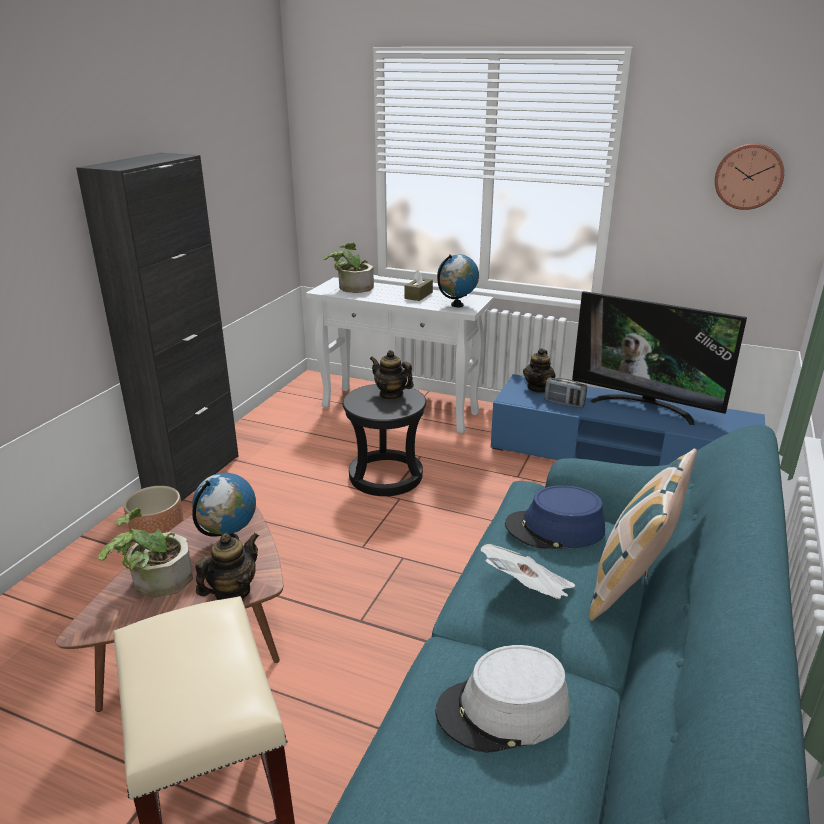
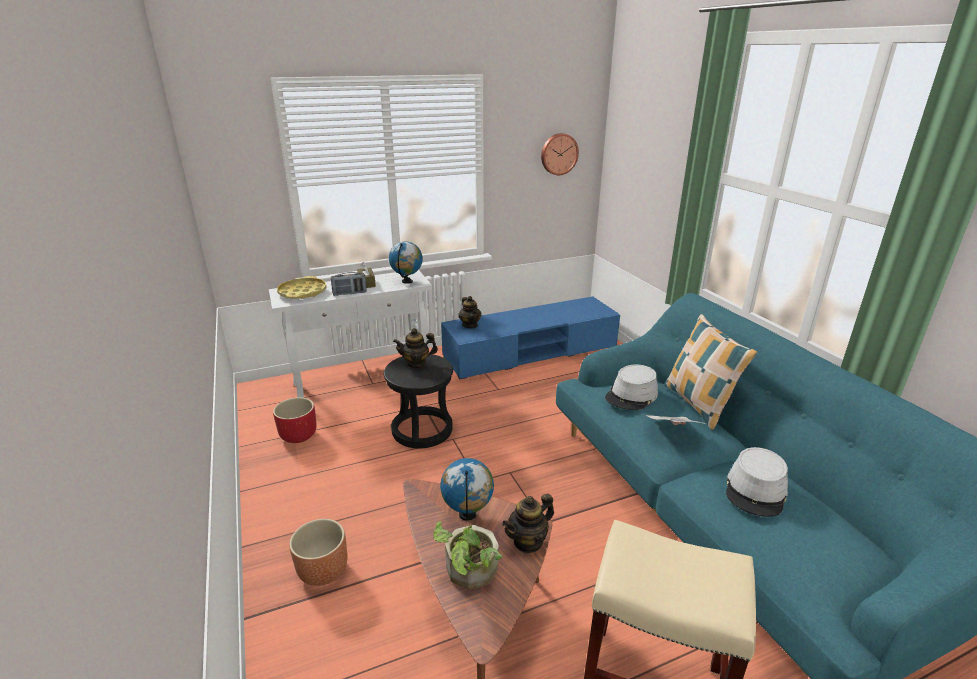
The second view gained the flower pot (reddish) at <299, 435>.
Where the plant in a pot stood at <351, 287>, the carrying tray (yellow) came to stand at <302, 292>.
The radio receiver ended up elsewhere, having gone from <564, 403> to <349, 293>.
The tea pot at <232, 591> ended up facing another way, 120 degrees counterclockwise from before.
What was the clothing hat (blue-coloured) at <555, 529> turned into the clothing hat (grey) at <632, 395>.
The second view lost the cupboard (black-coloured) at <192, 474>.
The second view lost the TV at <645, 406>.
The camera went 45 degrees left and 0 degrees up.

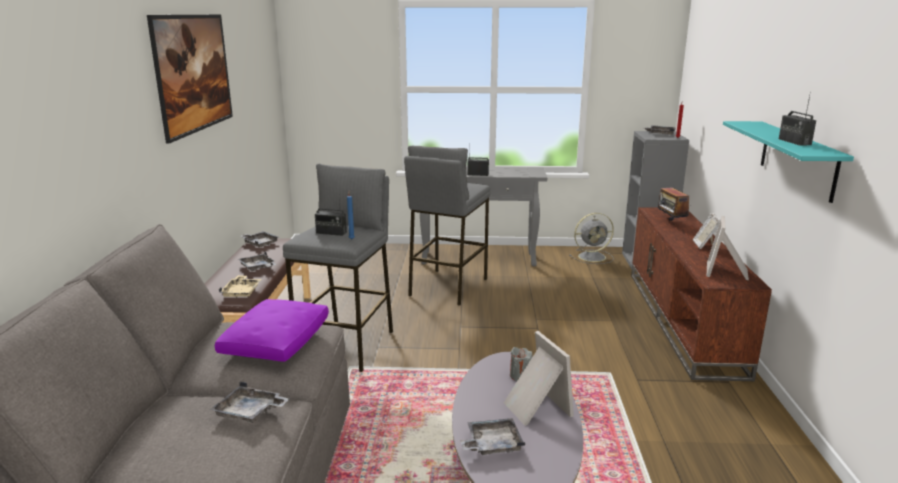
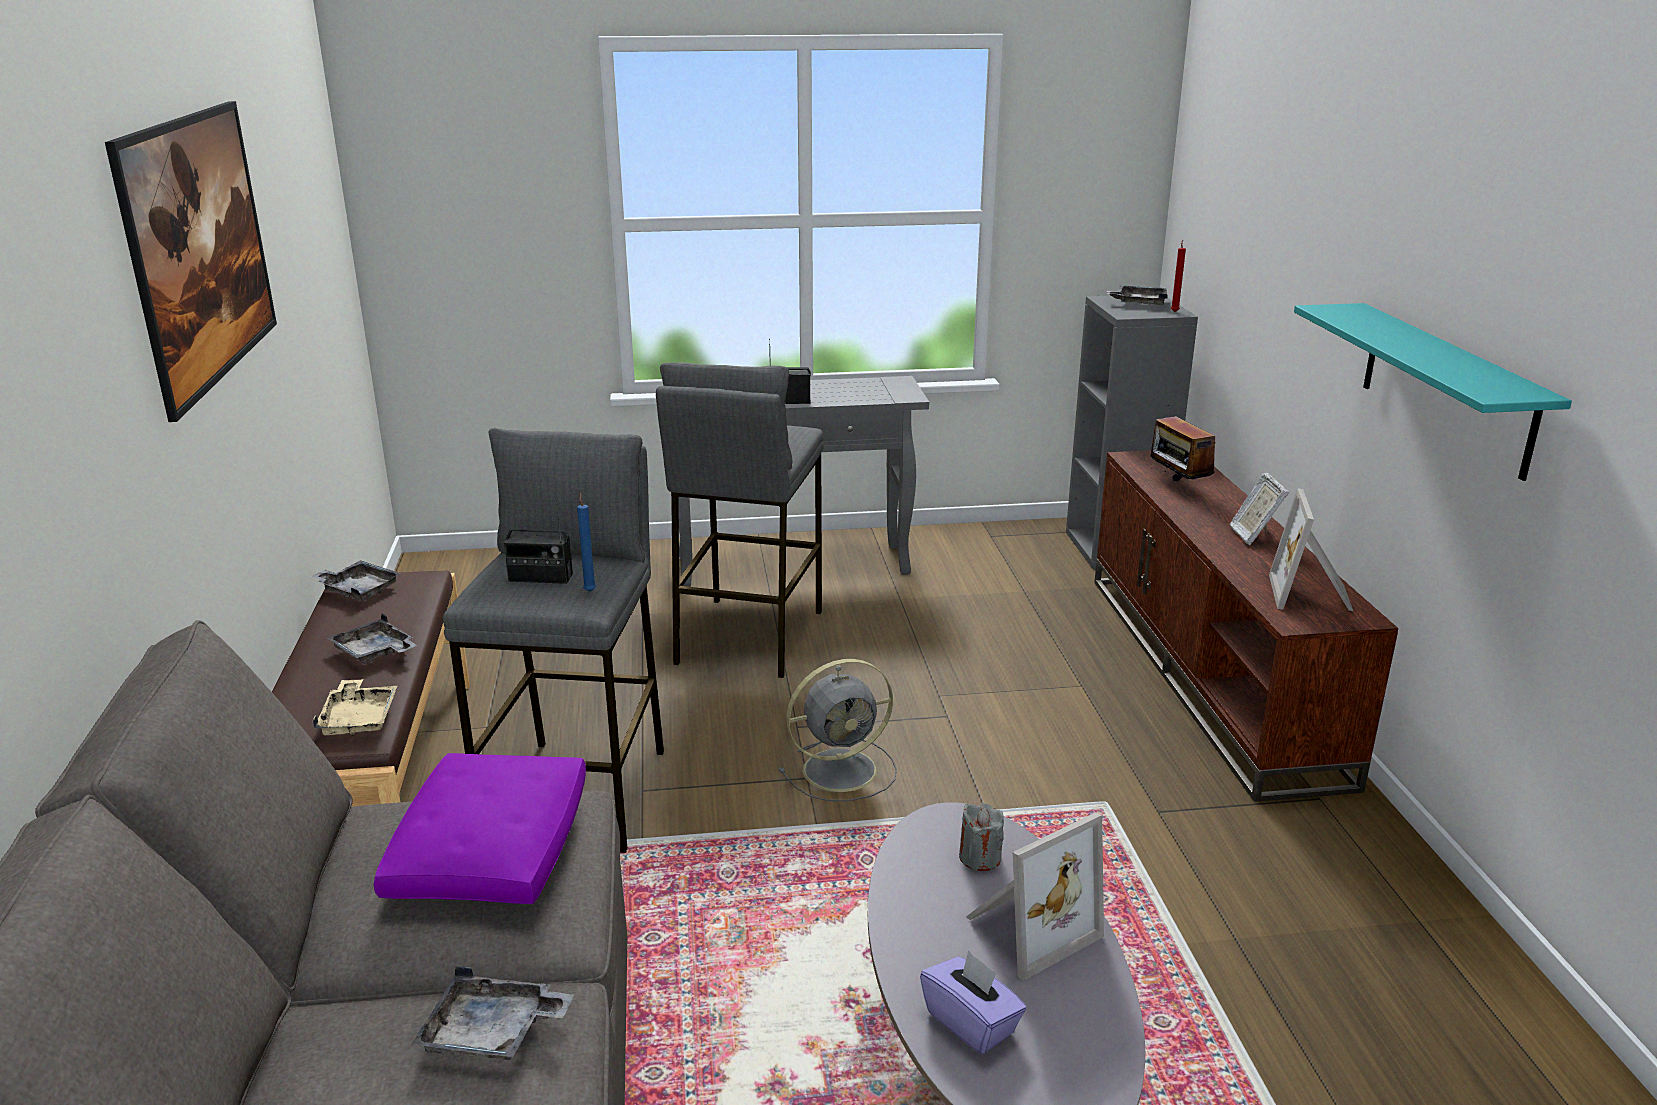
The fan (grey) ended up elsewhere, having gone from <593, 257> to <843, 769>.
Where the carrying tray (grey) stood at <492, 444>, the tissue box (purple-coloured) came to stand at <971, 1022>.
The photo frame at <535, 407> ended up facing another way, 90 degrees clockwise from before.
The second view lost the radio receiver at <794, 142>.
The camera went 10 degrees left and 5 degrees up.

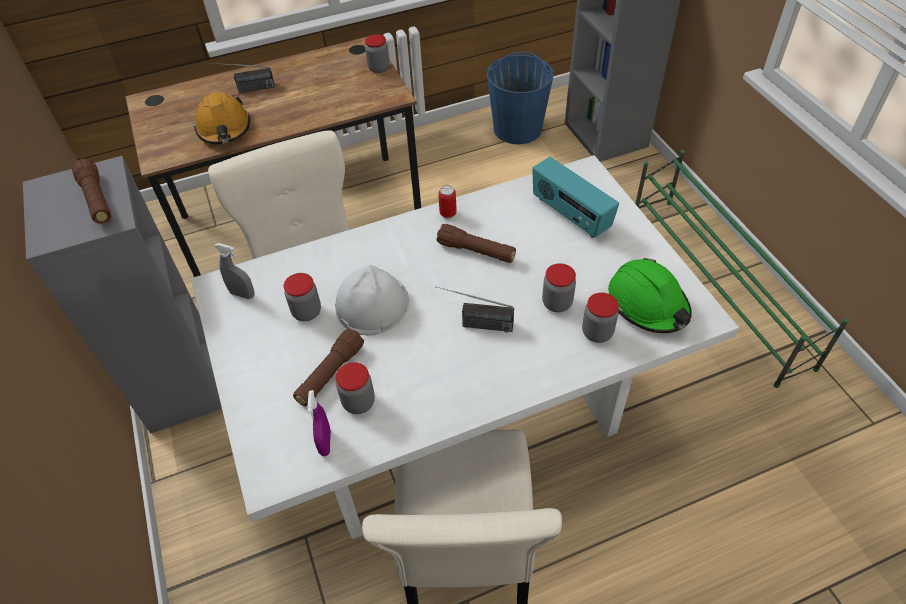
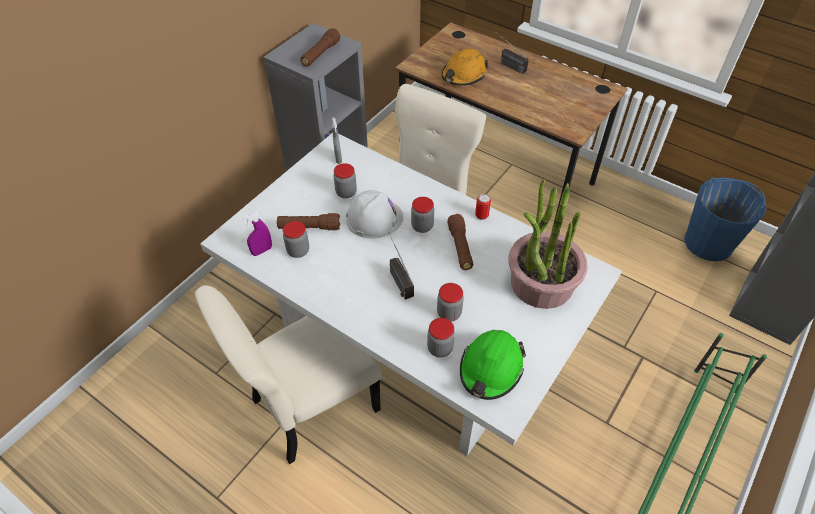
The storage jar ended up elsewhere, having gone from <379, 68> to <422, 226>.
Where the radio receiver stood at <570, 215>, the plant in a pot came to stand at <541, 283>.
The camera went 55 degrees right and 0 degrees up.

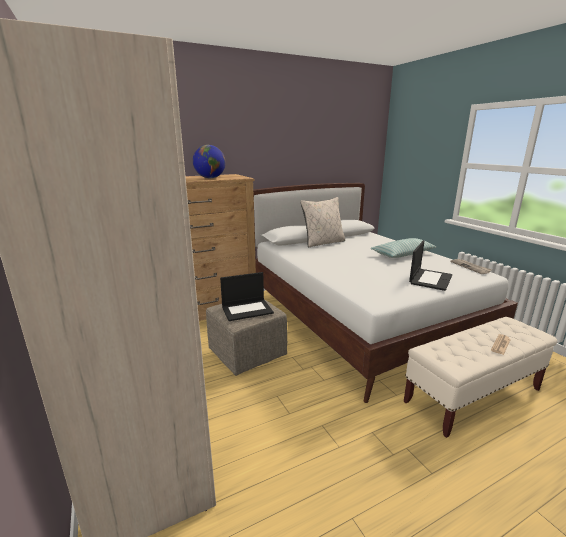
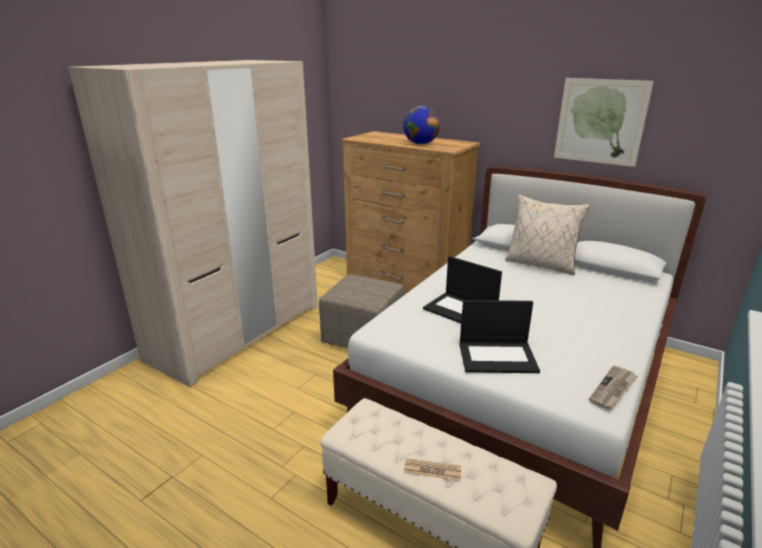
The notebook computer ended up elsewhere, having gone from <247, 310> to <461, 310>.
The second view gained the wall art at <600, 121>.
The second view lost the pillow at <403, 254>.
The camera went 60 degrees right and 5 degrees up.

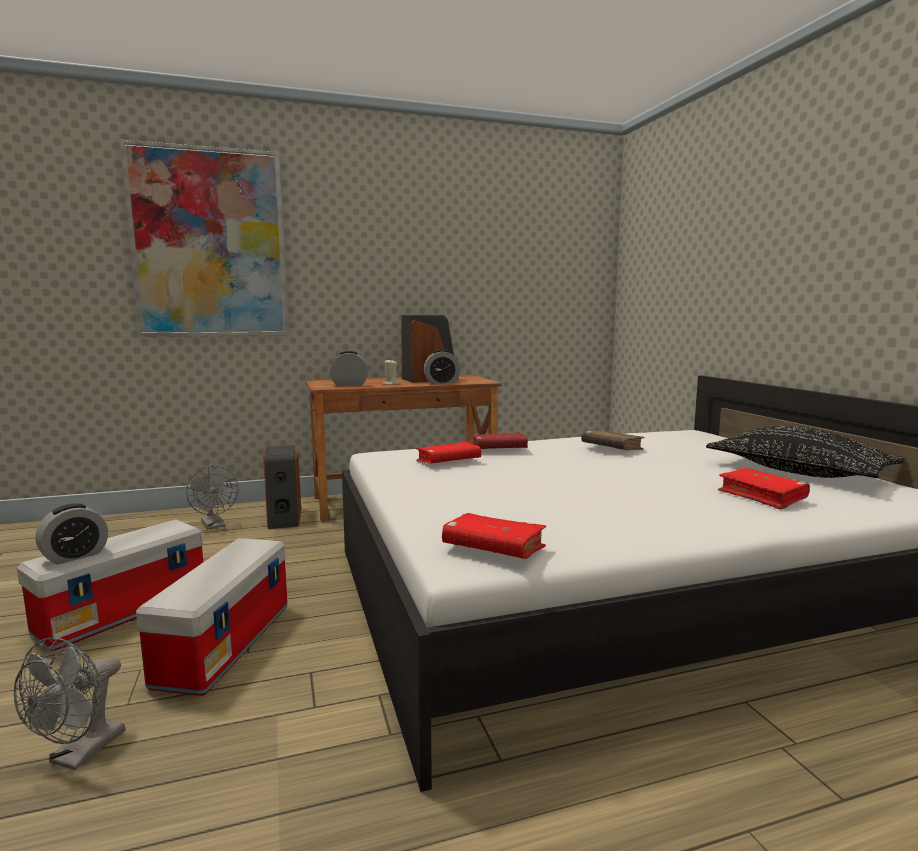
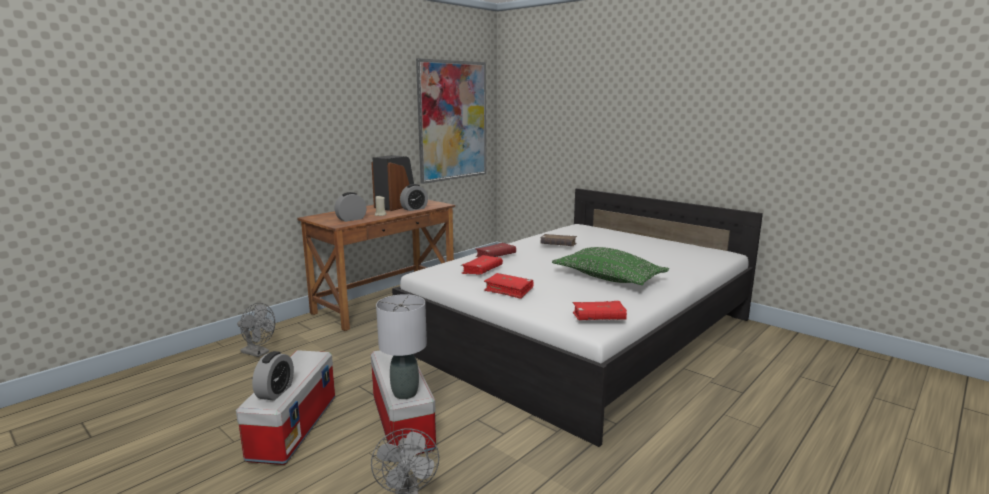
The second view gained the lamp for a table (grey) at <405, 393>.
The wall art ended up elsewhere, having gone from <210, 244> to <453, 121>.
The book (reddish) ended up elsewhere, having gone from <762, 496> to <509, 290>.
The second view gained the pillow (greenish) at <608, 278>.
The second view lost the audio speaker at <283, 518>.
The second view lost the pillow (black-coloured) at <798, 472>.
The camera went 30 degrees left and 5 degrees up.

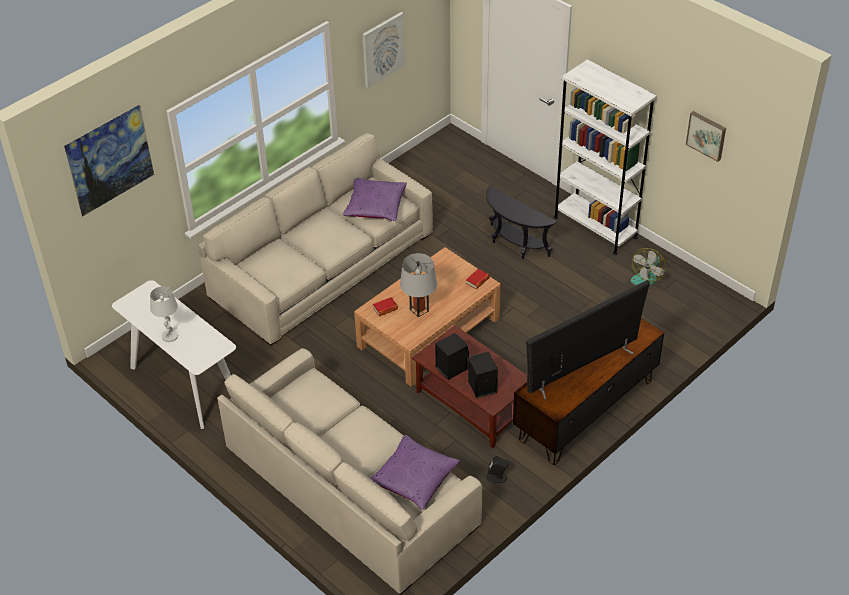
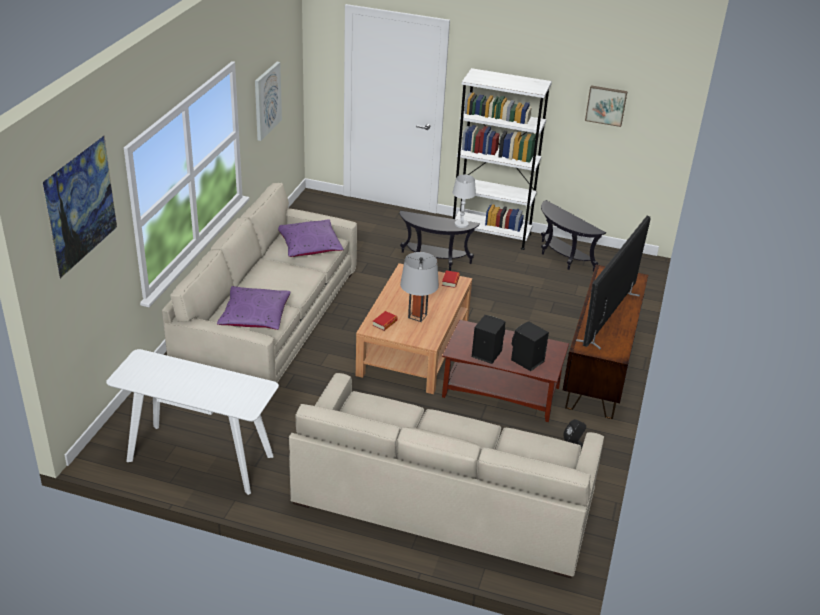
The pillow (purple-coloured) ended up elsewhere, having gone from <414, 479> to <255, 317>.
The lamp for a table (white-coloured) ended up elsewhere, having gone from <170, 336> to <461, 224>.
Where the fan stood at <647, 276>, the side table (black-coloured) came to stand at <562, 258>.
The camera went 30 degrees left and 10 degrees down.

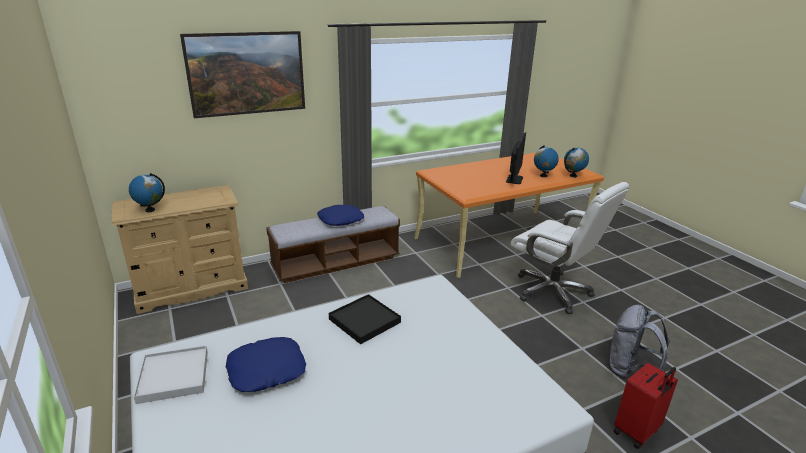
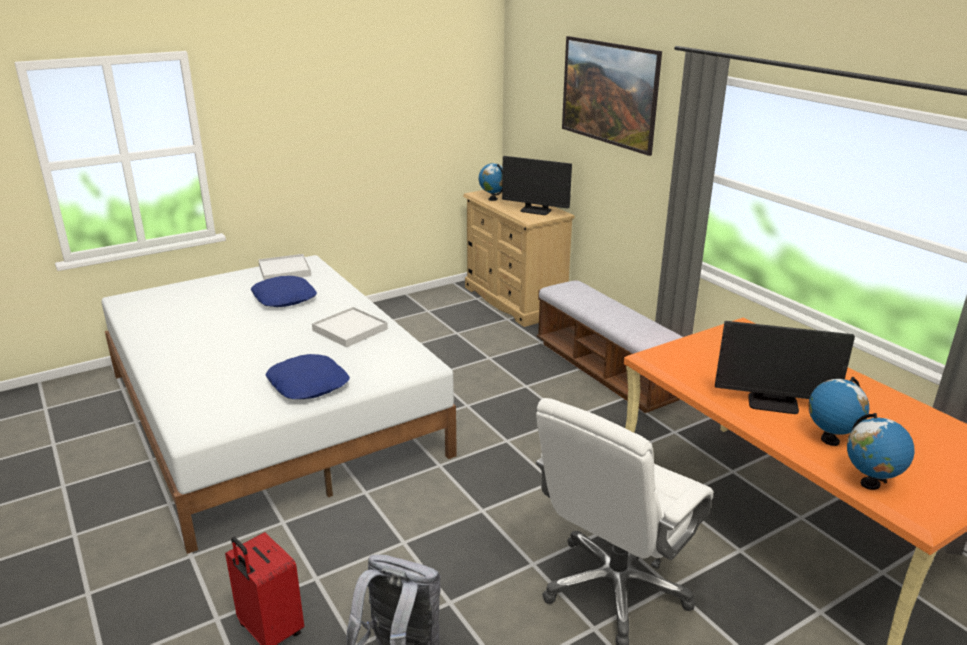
The pillow (blue-coloured) ended up elsewhere, having gone from <340, 219> to <308, 384>.
What was the carrying tray (black-coloured) at <364, 321> turned into the carrying tray (white-coloured) at <350, 330>.
The second view gained the monitor at <536, 210>.
The camera went 85 degrees right and 0 degrees up.

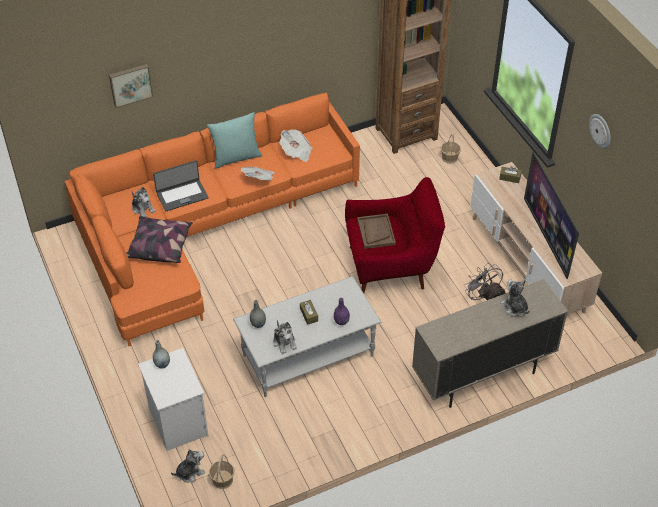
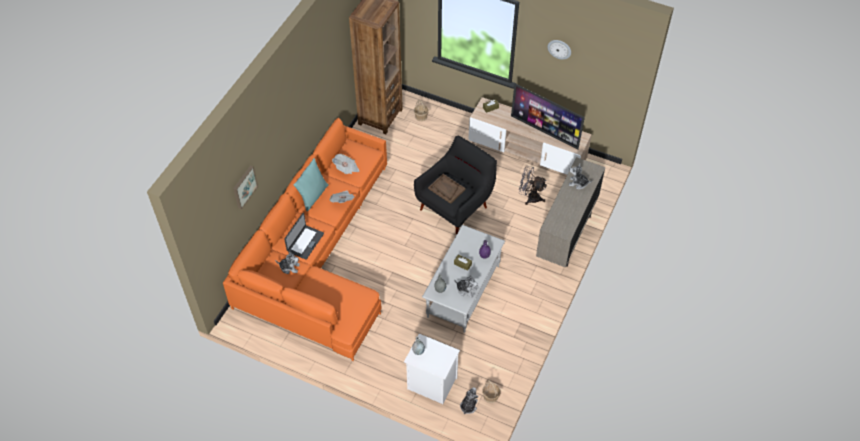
What was the lounge chair (reddish) at <391, 267> turned into the lounge chair (black-coloured) at <455, 206>.
The second view lost the pillow at <160, 246>.
The camera went 40 degrees left and 5 degrees up.

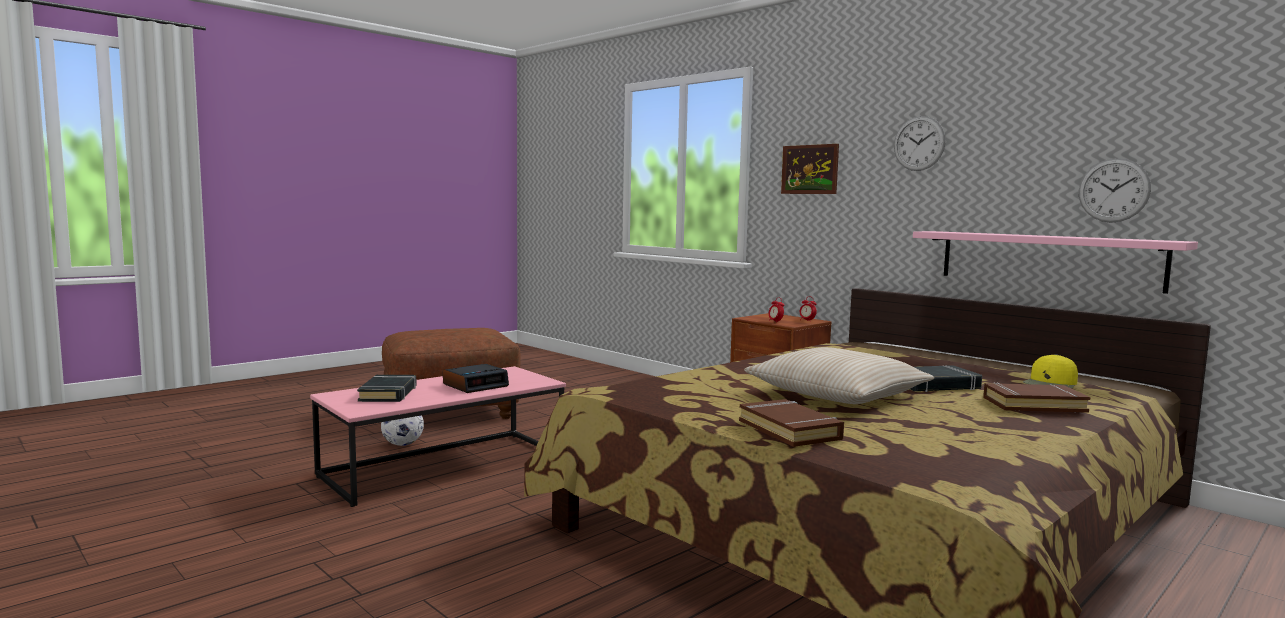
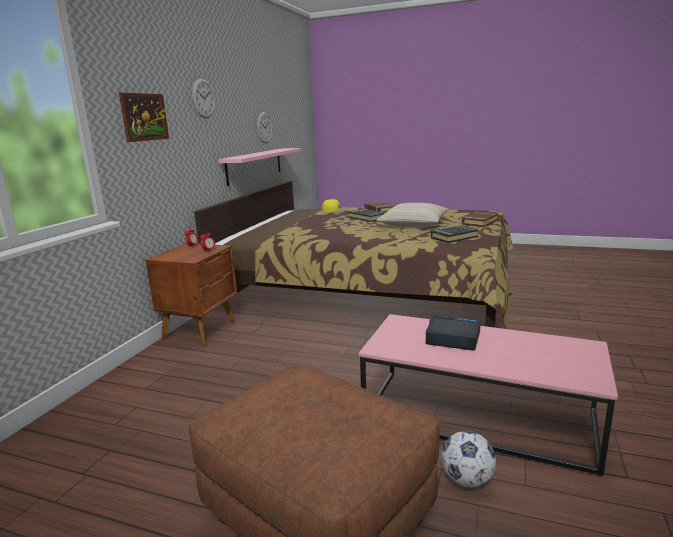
The book (black-coloured) ended up elsewhere, having gone from <388, 393> to <454, 237>.
The camera went 115 degrees left and 10 degrees up.

